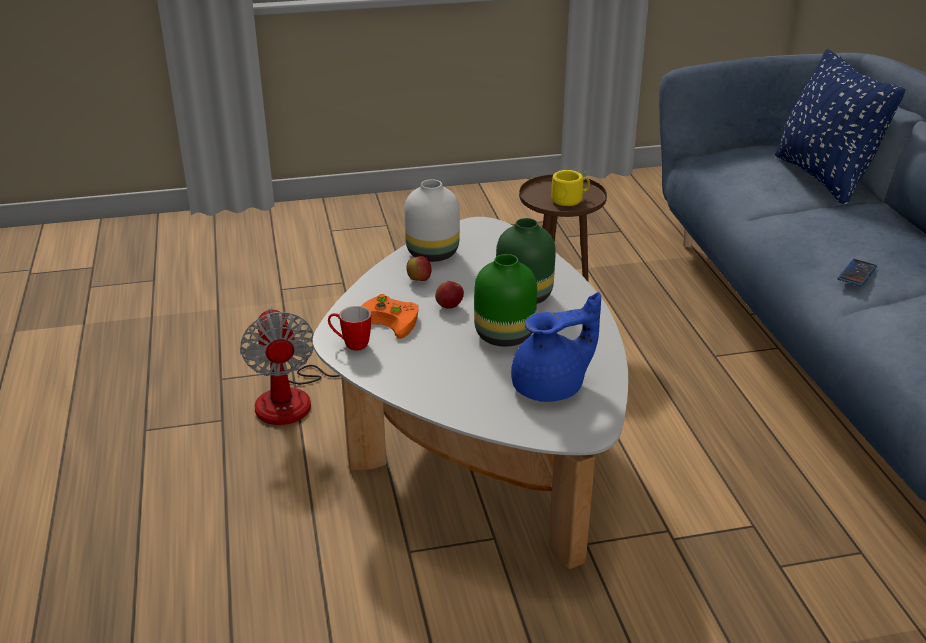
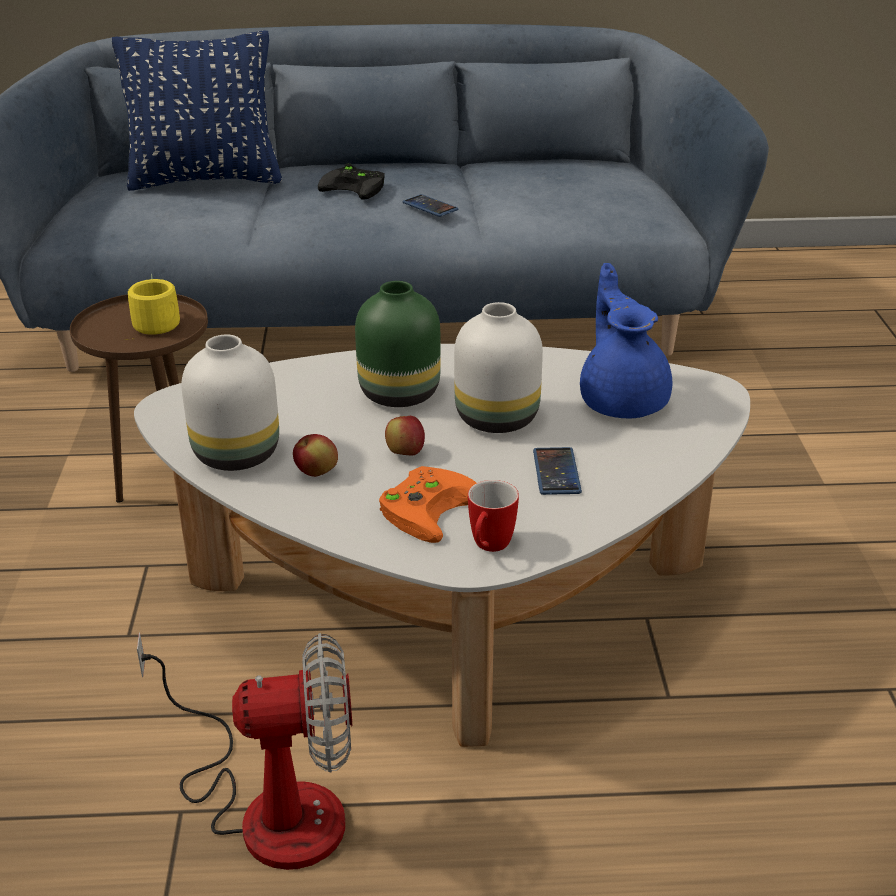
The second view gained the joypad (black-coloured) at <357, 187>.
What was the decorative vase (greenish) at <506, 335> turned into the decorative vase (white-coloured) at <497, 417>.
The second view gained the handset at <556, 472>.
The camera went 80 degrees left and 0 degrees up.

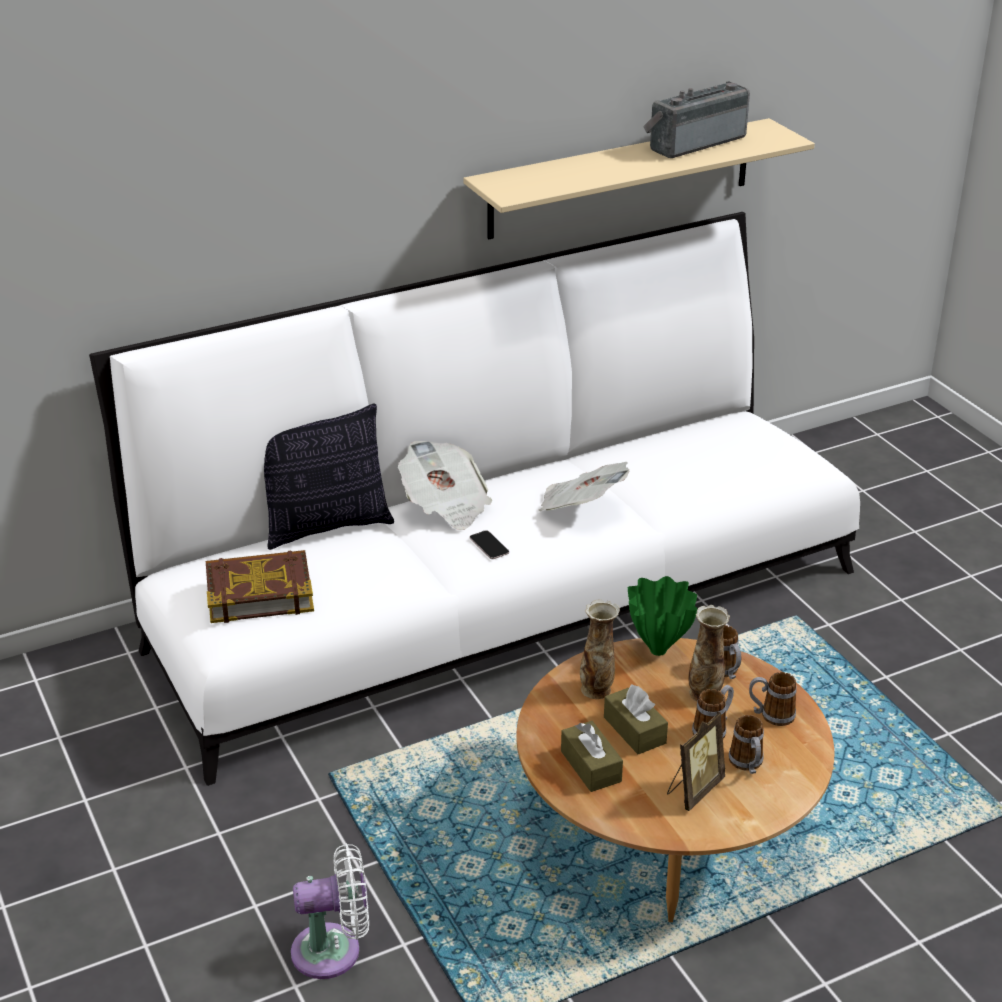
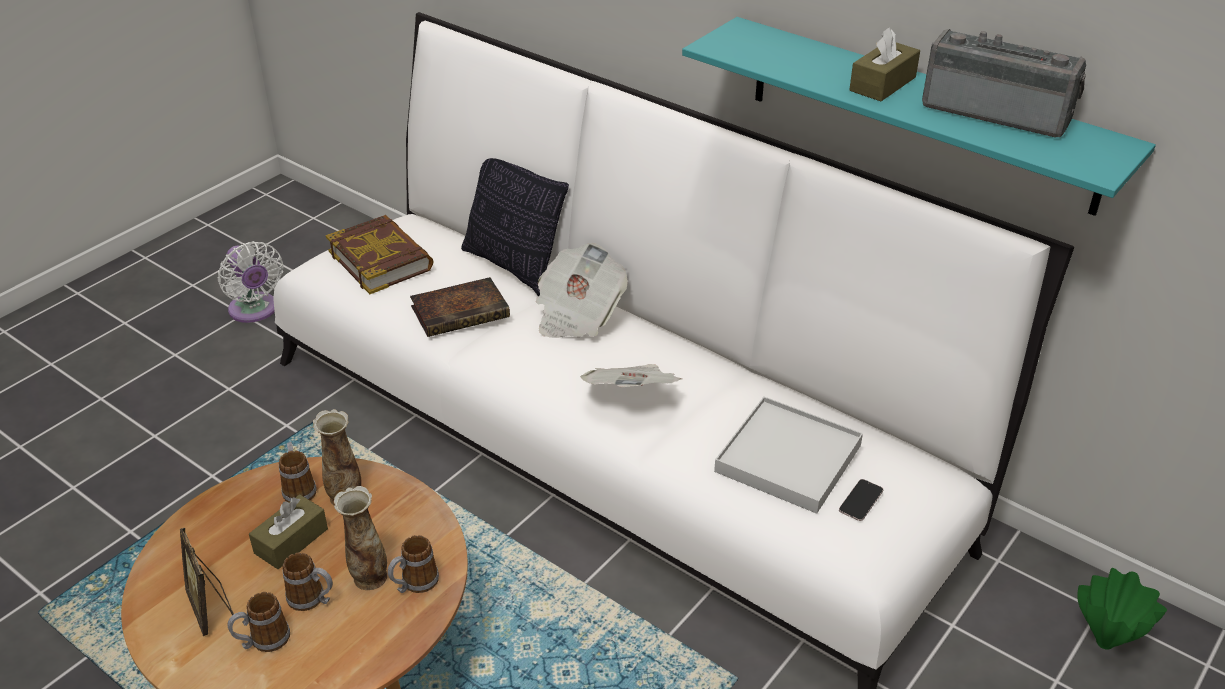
The photo frame at <693, 789> ended up facing another way, 45 degrees clockwise from before.
The fan (white-coloured) ended up elsewhere, having gone from <334, 950> to <255, 311>.
The tea mug ended up elsewhere, having gone from <770, 715> to <298, 488>.
The second view gained the book at <462, 311>.
What was the shelf (beige) at <621, 178> turned into the shelf (blue-green) at <920, 114>.
The second view gained the carrying tray (white-coloured) at <788, 459>.
The handset ended up elsewhere, having gone from <489, 545> to <861, 500>.
The tissue box (brownish) ended up elsewhere, having gone from <591, 766> to <882, 84>.
The decorative vase (greenish) ended up elsewhere, having gone from <659, 649> to <1106, 643>.
The camera went 65 degrees right and 5 degrees up.

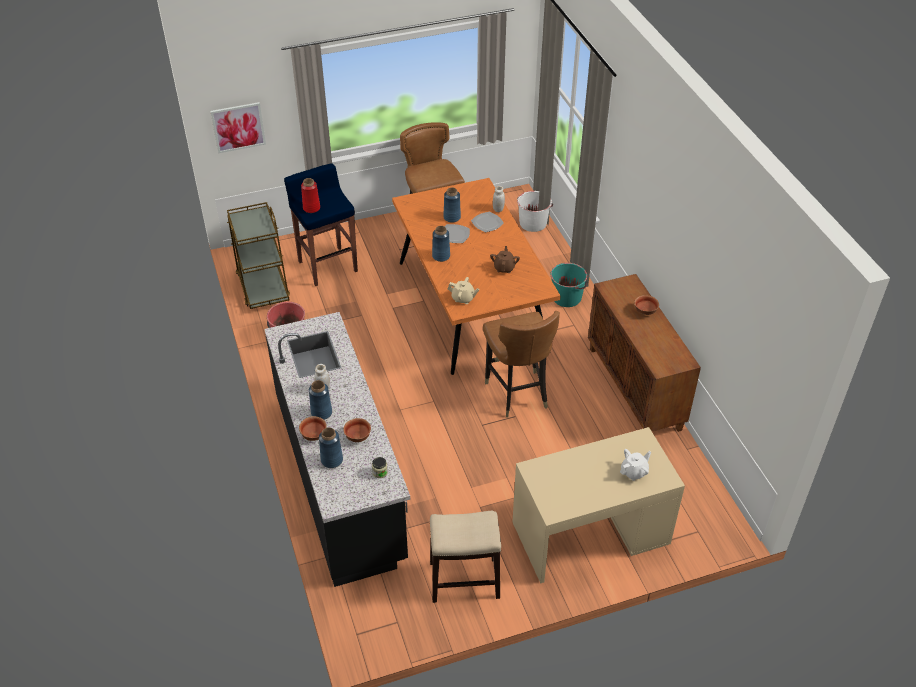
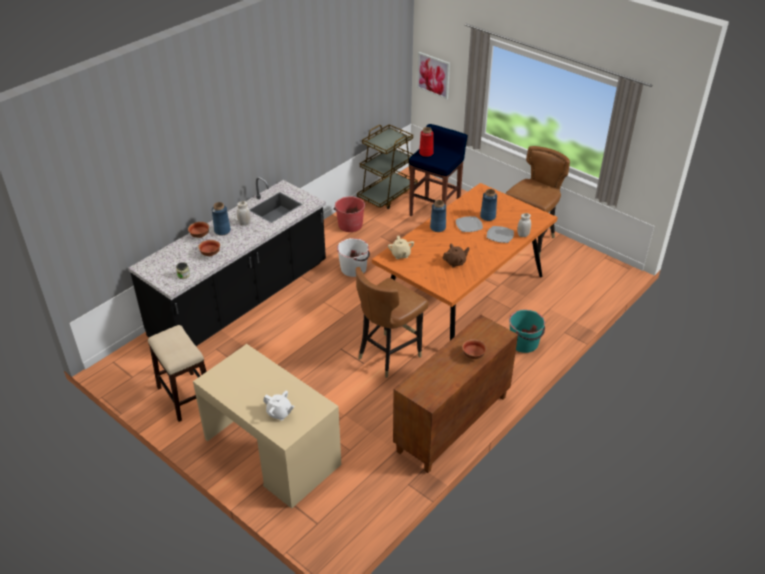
The bucket (white-coloured) ended up elsewhere, having gone from <533, 223> to <354, 269>.
The second view lost the decorative vase (blue-coloured) at <332, 460>.
The camera went 60 degrees right and 5 degrees down.

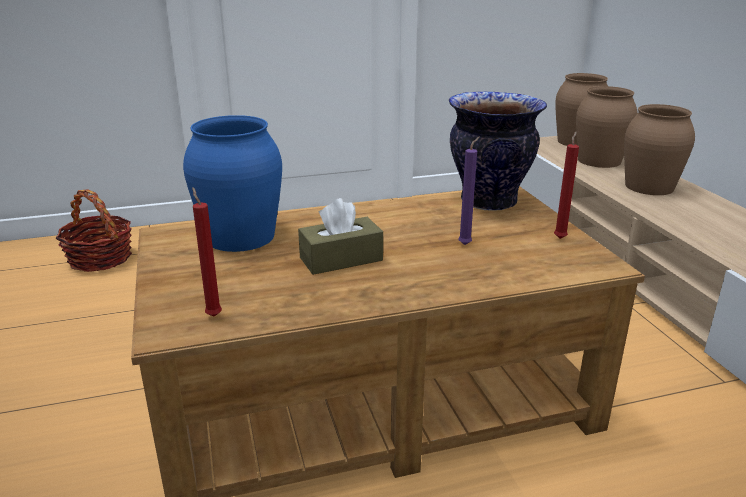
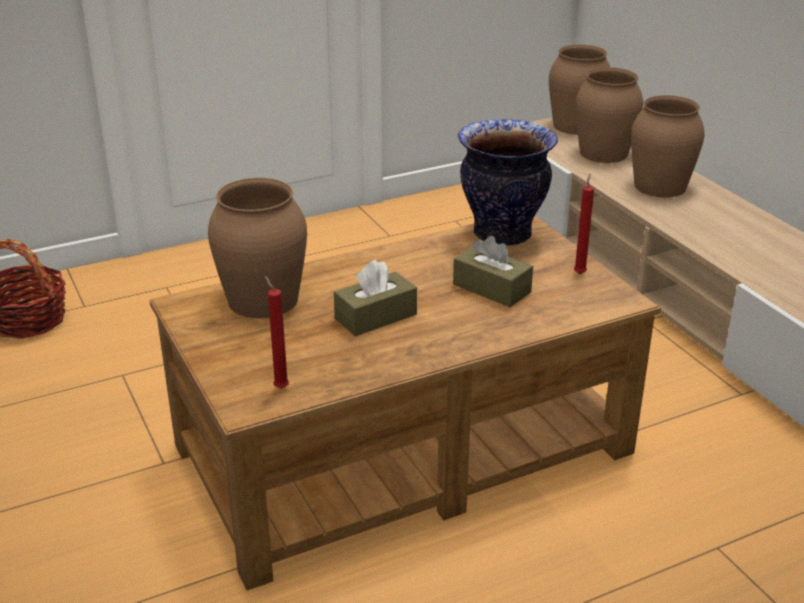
What was the decorative vase (blue-coloured) at <239, 236> turned into the decorative vase (brownish) at <262, 300>.
Where the candle (purple-coloured) stood at <466, 244>, the tissue box (brownish) came to stand at <491, 288>.
The camera went 10 degrees left and 5 degrees up.

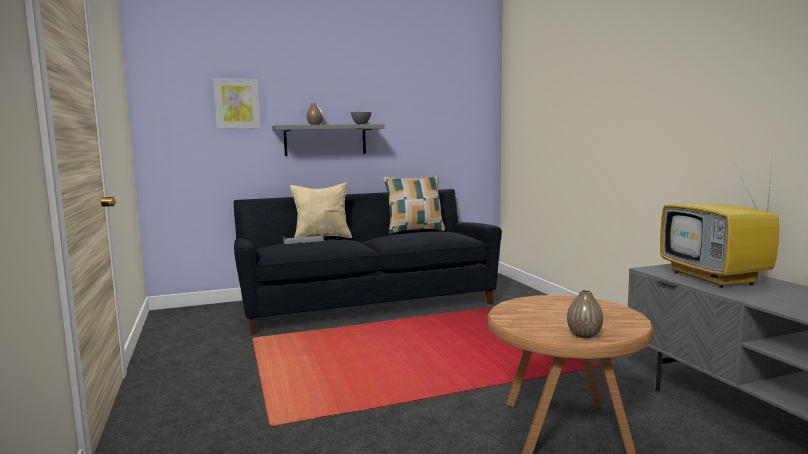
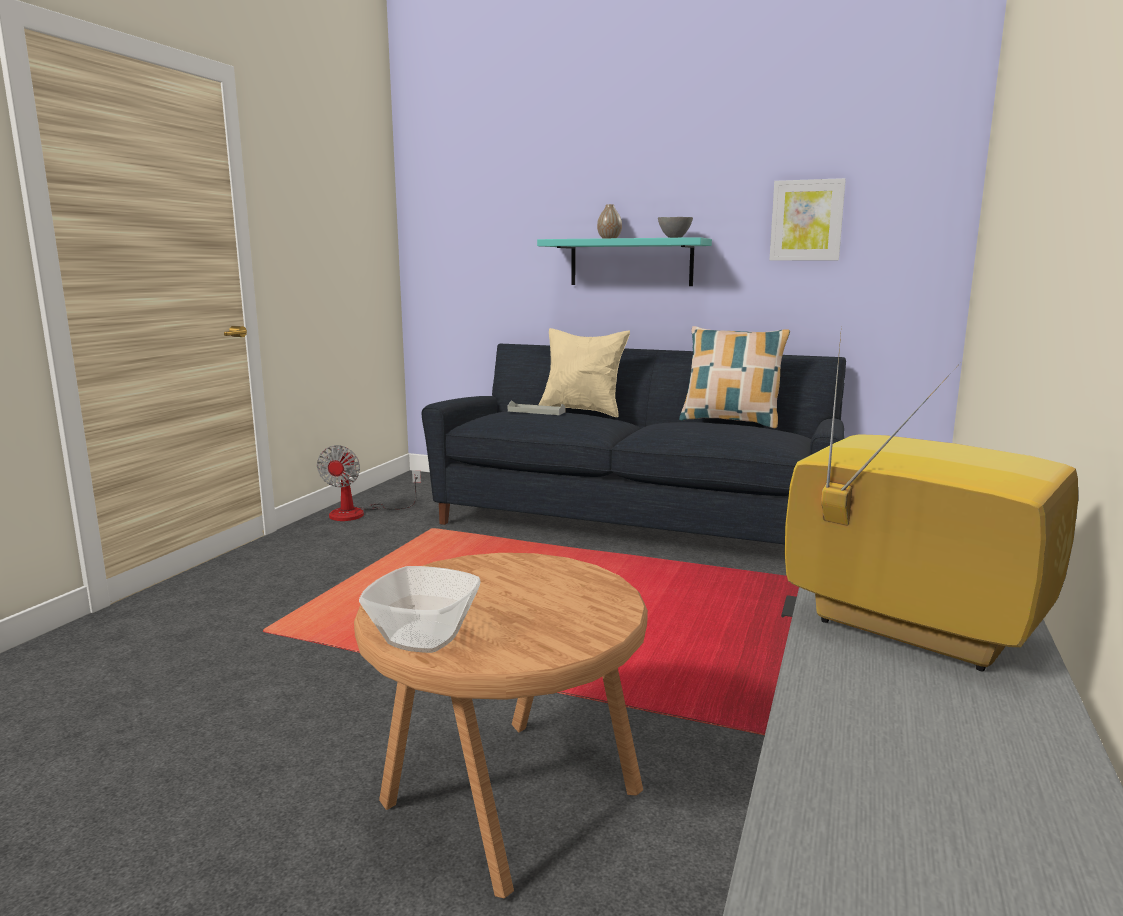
The second view gained the fan at <359, 513>.
Where the decorative vase stood at <584, 335>, the deep dish came to stand at <423, 637>.
What was the shelf (grey) at <325, 140> turned into the shelf (blue-green) at <631, 262>.
The wall art ended up elsewhere, having gone from <237, 104> to <806, 220>.
The TV at <715, 278> ended up facing another way, 105 degrees clockwise from before.
The camera went 40 degrees right and 5 degrees up.

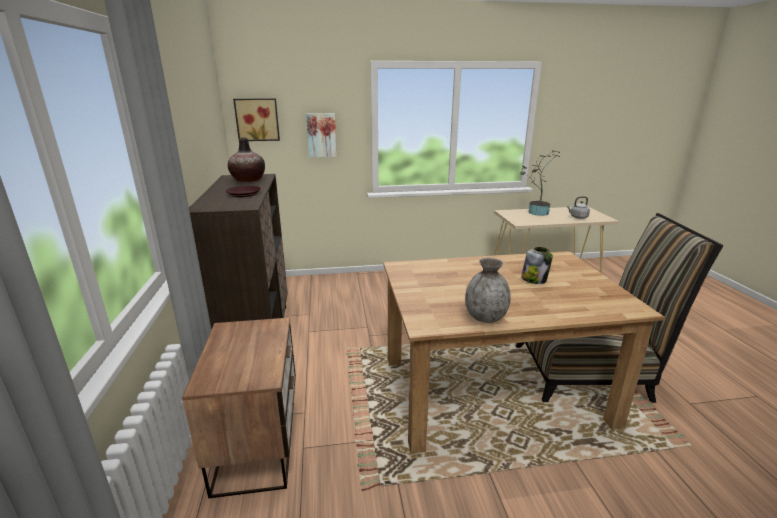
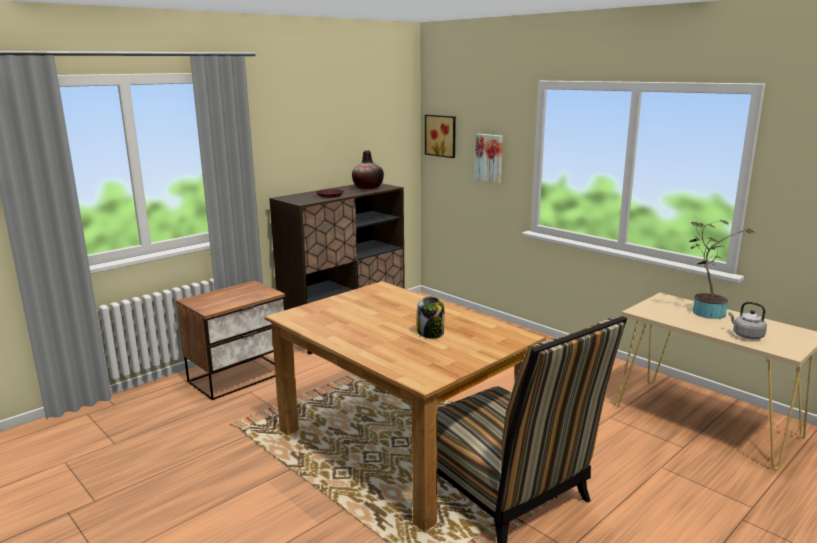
The second view lost the decorative vase (grey) at <485, 318>.
The camera went 55 degrees right and 5 degrees down.

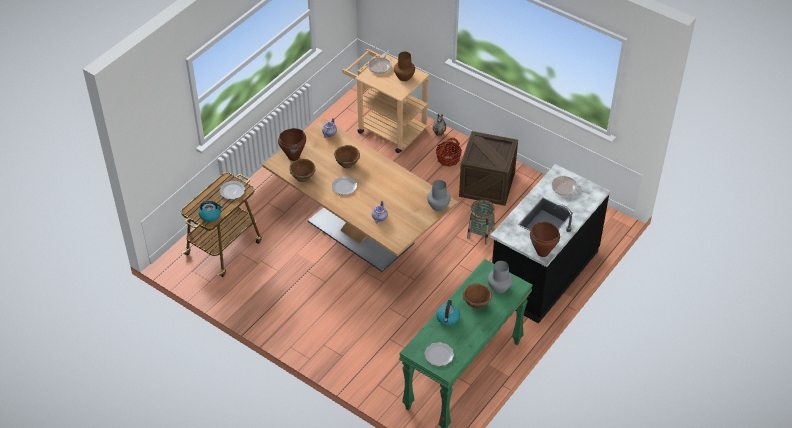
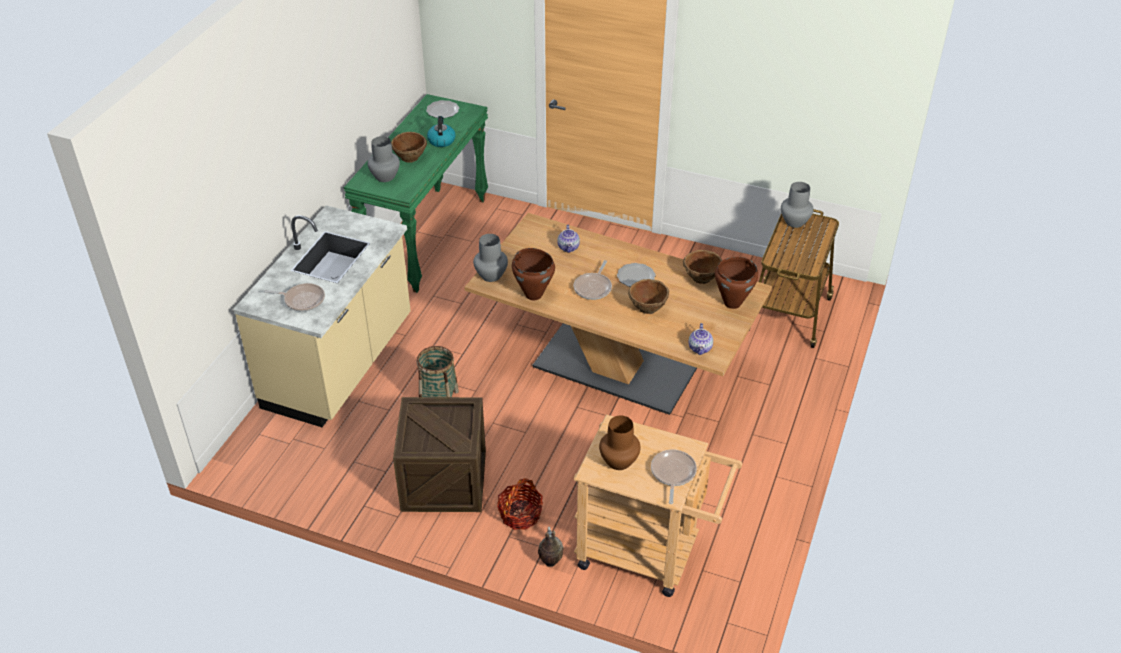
What was the kitchen counter (black-coloured) at <543, 273> turned into the kitchen counter (beige) at <340, 364>.
The stockpot (brownish) ended up elsewhere, having gone from <542, 252> to <533, 294>.
The second view gained the frying pan at <593, 287>.
Where the kettle stood at <210, 215>, the decorative vase (grey) came to stand at <795, 222>.
The second view lost the plate at <232, 190>.
The camera went 165 degrees right and 5 degrees down.

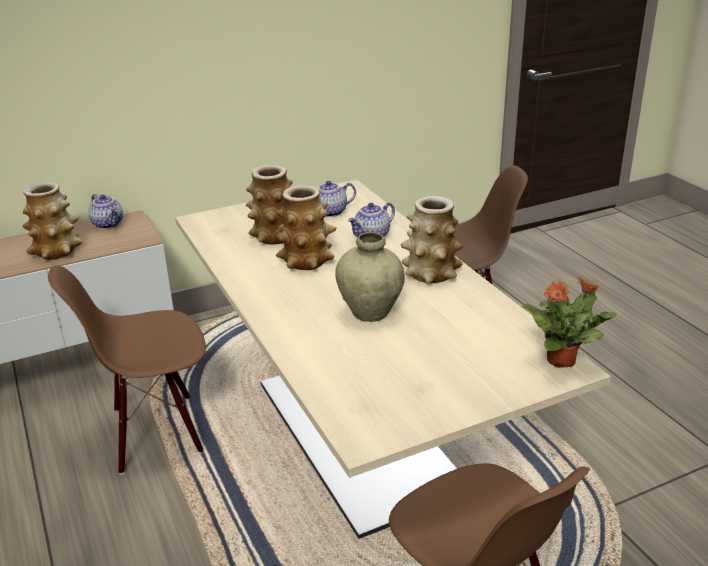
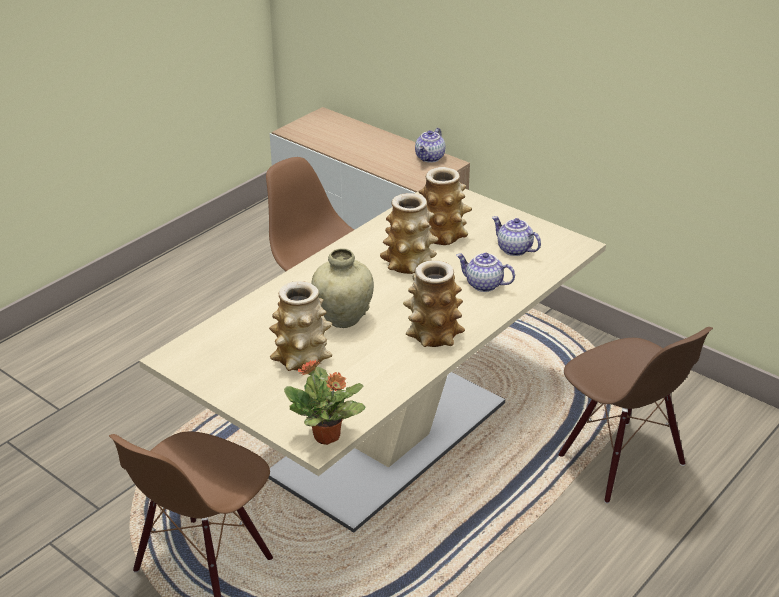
The decorative vase ended up elsewhere, having gone from <57, 251> to <302, 359>.
The camera went 65 degrees right and 5 degrees up.

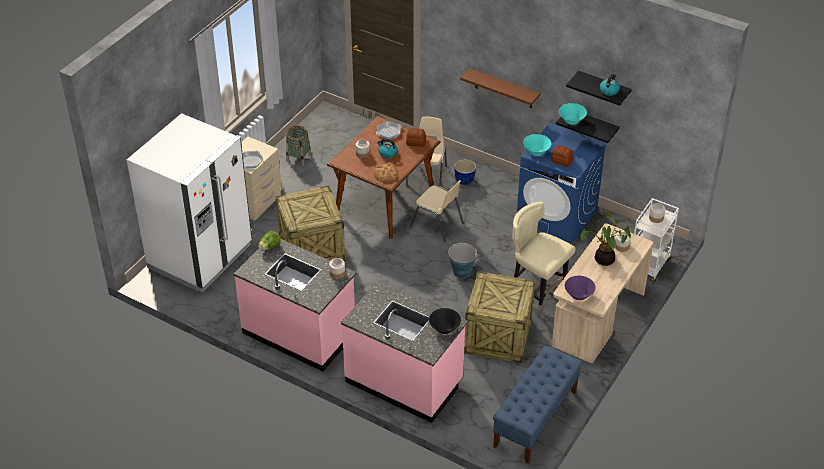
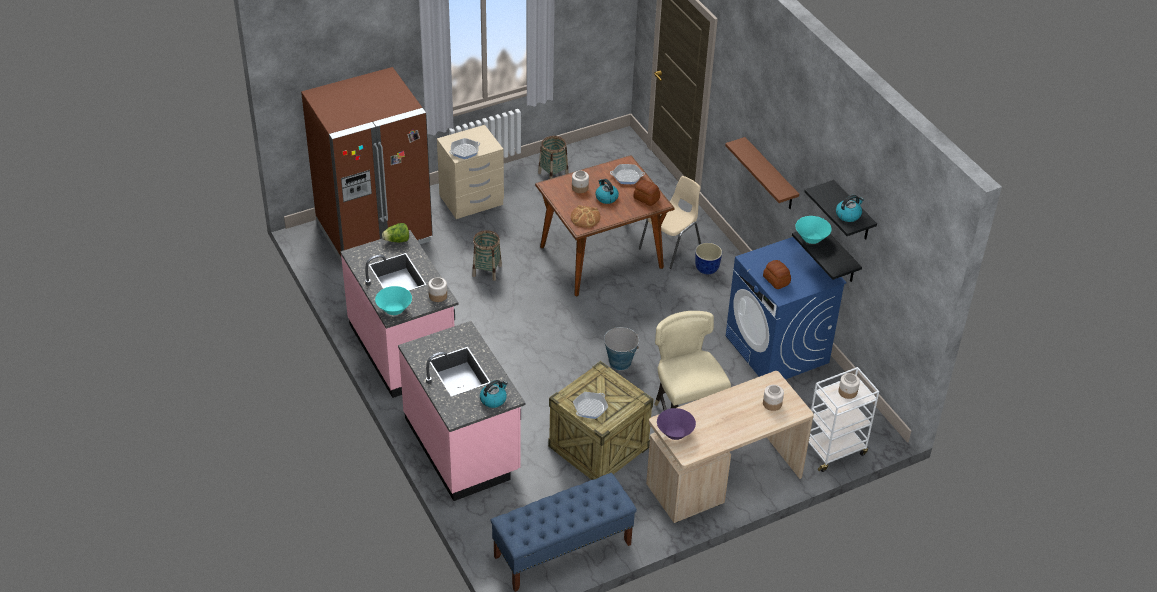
What was the kitchen fridge (white-coloured) at <200, 256> turned into the kitchen fridge (brownish) at <374, 232>.
The deep dish (blue-green) ended up elsewhere, having gone from <536, 152> to <394, 309>.
Where the packing crate stood at <311, 248>, the storage basket came to stand at <487, 271>.
Where the deep dish (black-coloured) stood at <444, 328>, the kettle came to stand at <493, 399>.
The second view gained the frying pan at <590, 408>.
The second view lost the upright chair (beige) at <437, 225>.
The second view lost the plant in a pot at <603, 260>.
The camera went 30 degrees right and 0 degrees up.

